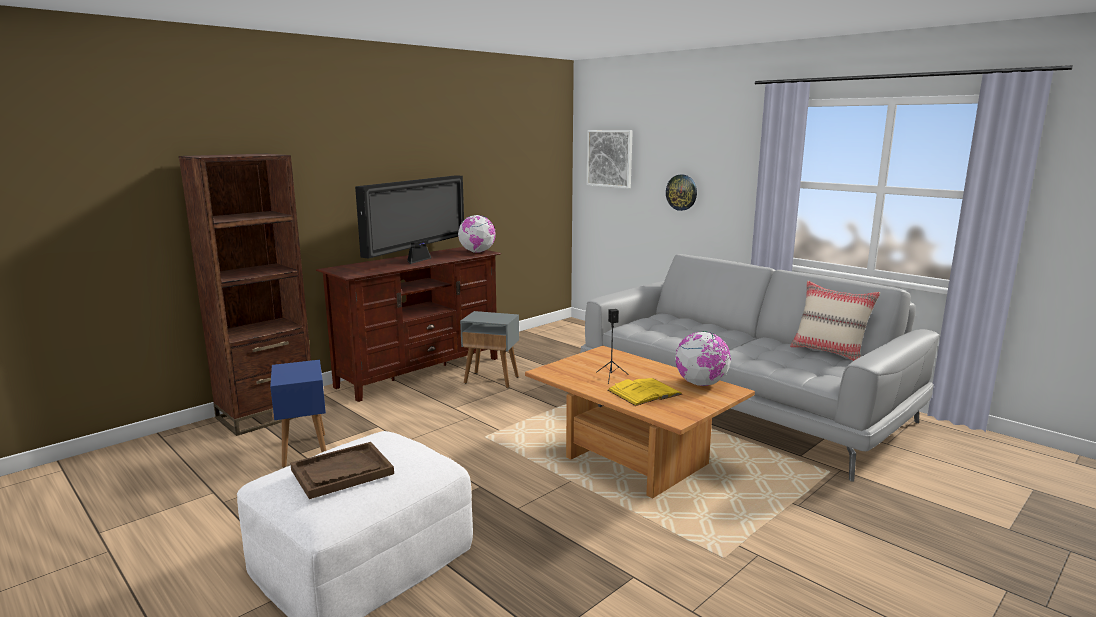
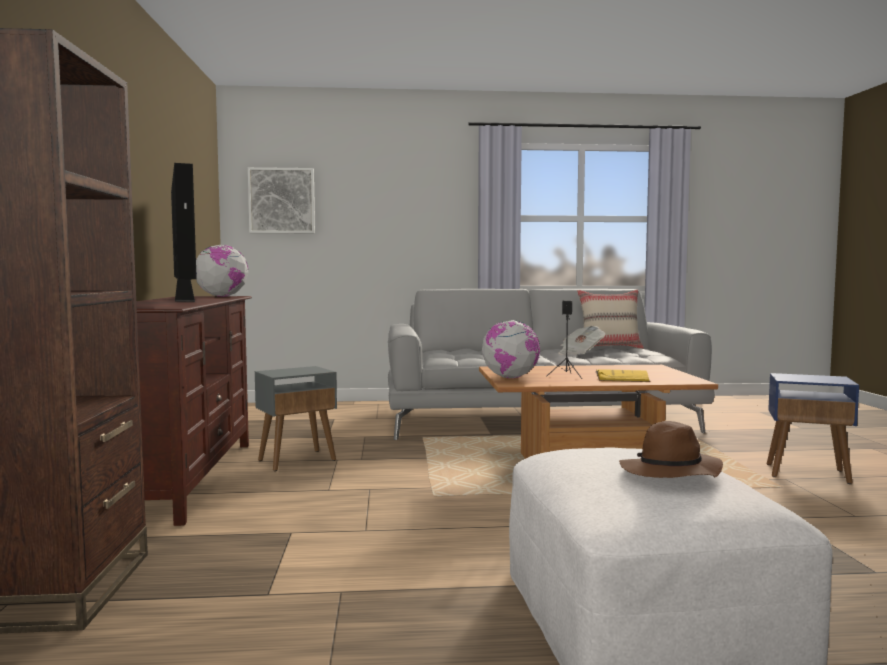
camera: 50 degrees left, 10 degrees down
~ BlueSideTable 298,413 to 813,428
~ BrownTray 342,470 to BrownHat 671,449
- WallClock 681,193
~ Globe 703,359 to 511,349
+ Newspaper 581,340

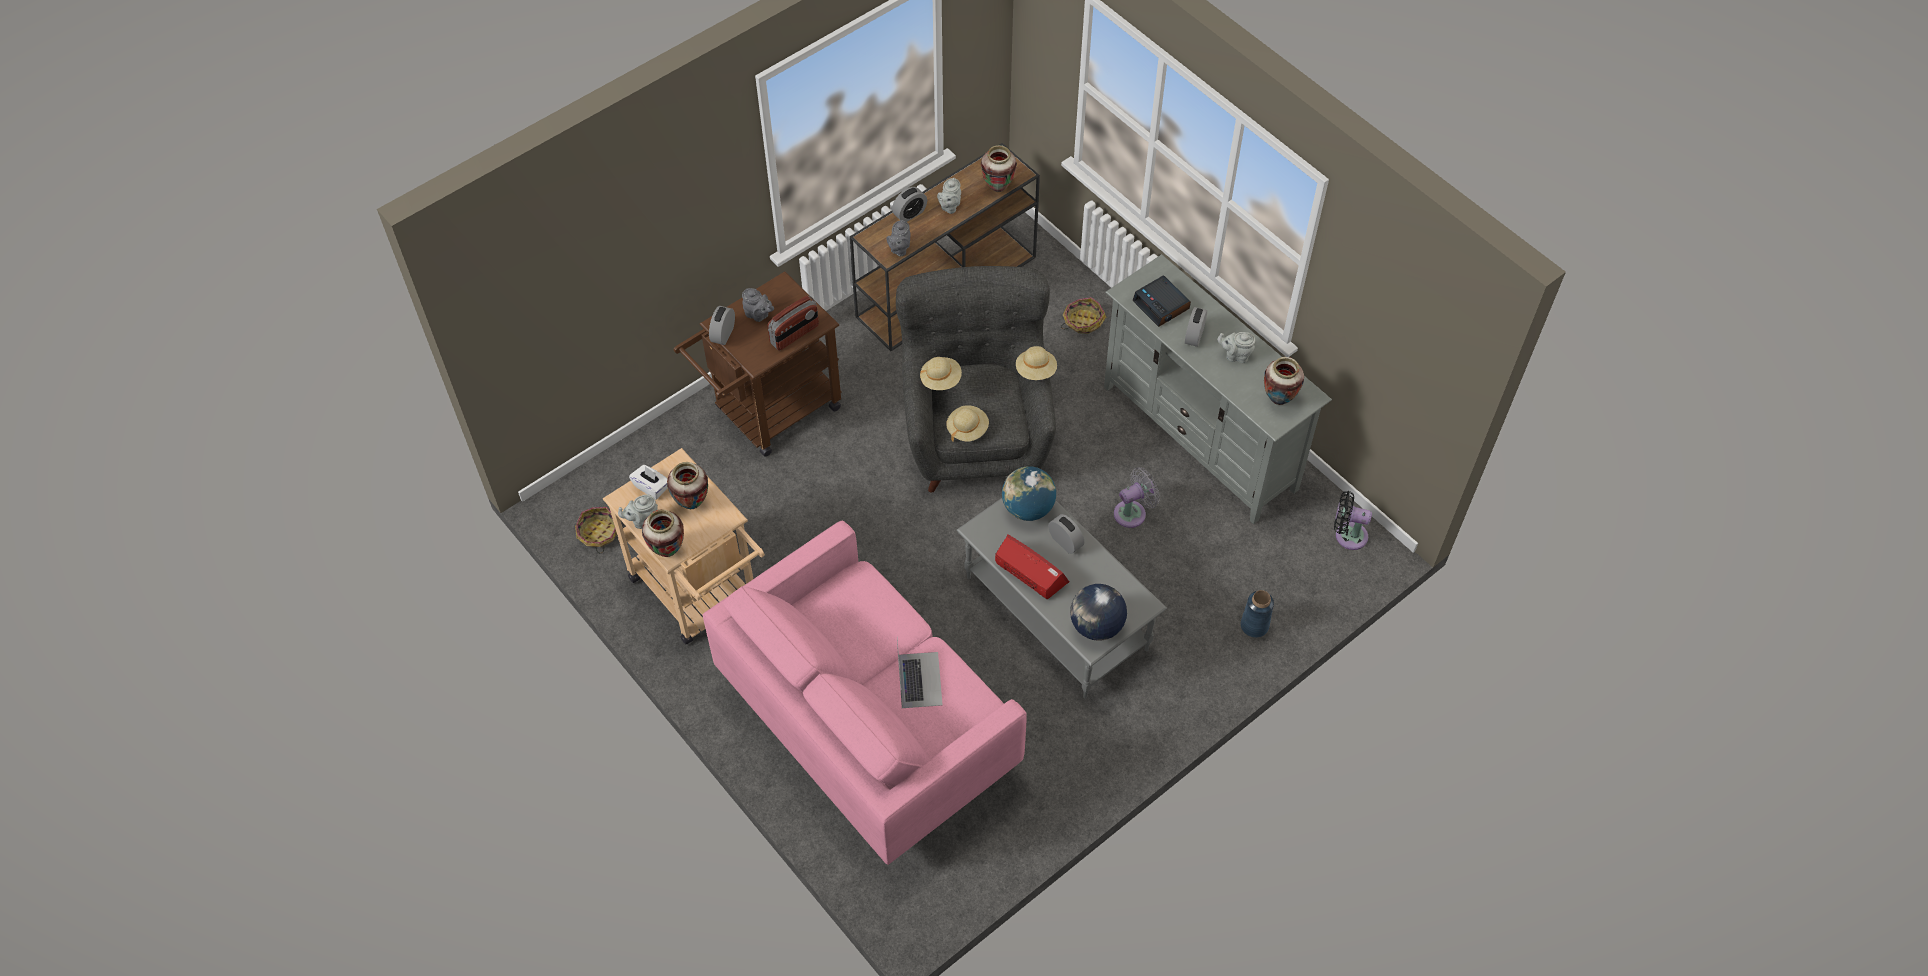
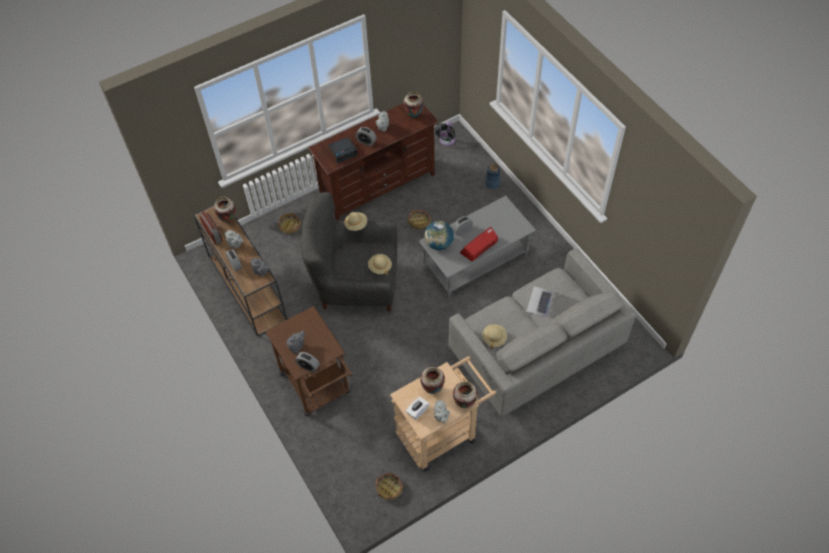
camera: 80 degrees left, 0 degrees up
~ PinkSofa 865,693 to GreySofa 542,332
~ Radio 793,323 to 211,228
~ Laptop 920,673 = 541,299 75 degrees counterclockwise
~ BeigeHat 941,373 to 494,336
- Globe 1098,612
~ GreyTvStand 1218,389 to BrownTvStand 373,162
~ GreyFan 1136,497 to Basket 419,220

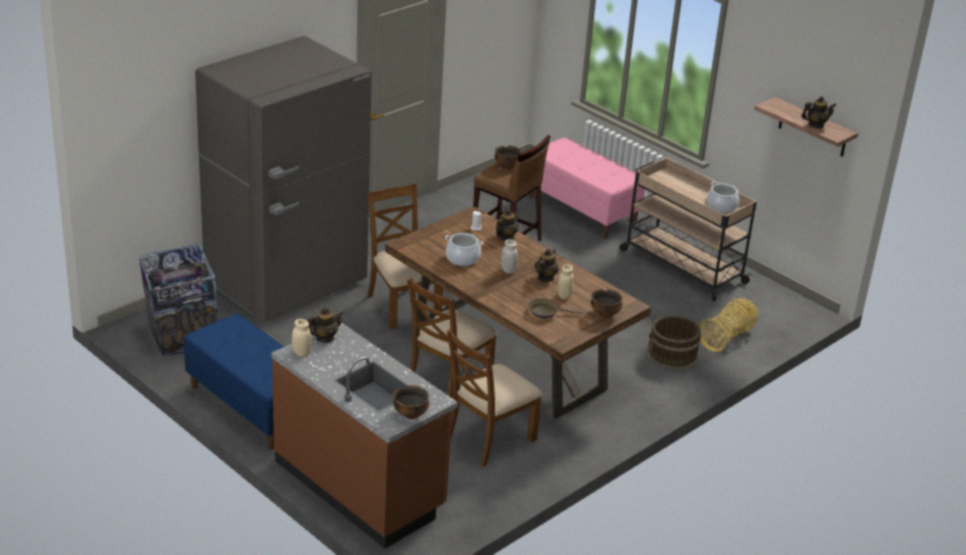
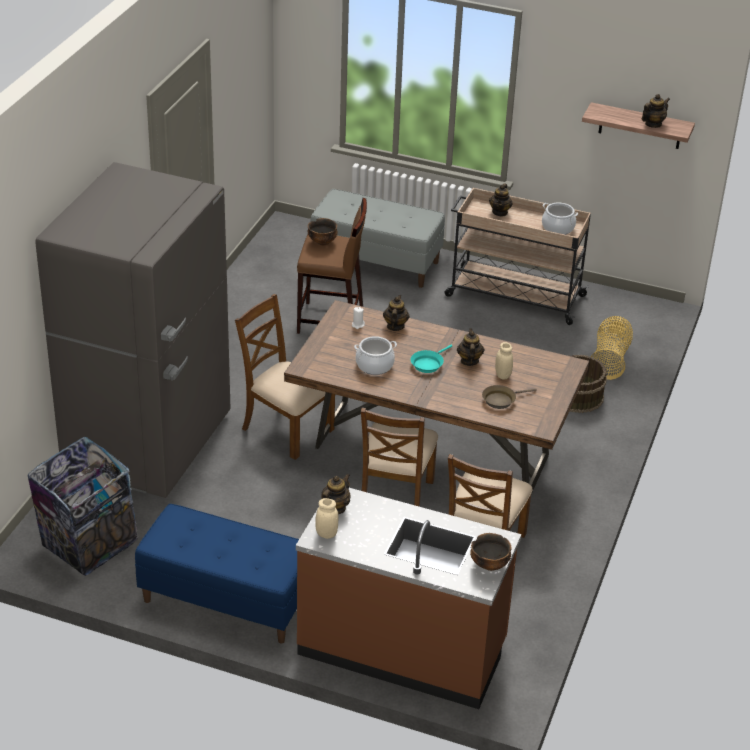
camera: 25 degrees left, 5 degrees up
~ WhiteJar 509,256 to TurquoiseFryingPan 432,358
~ PinkBench 587,188 to GreyBench 377,238
- Bowl 606,303
+ Teapot 501,199

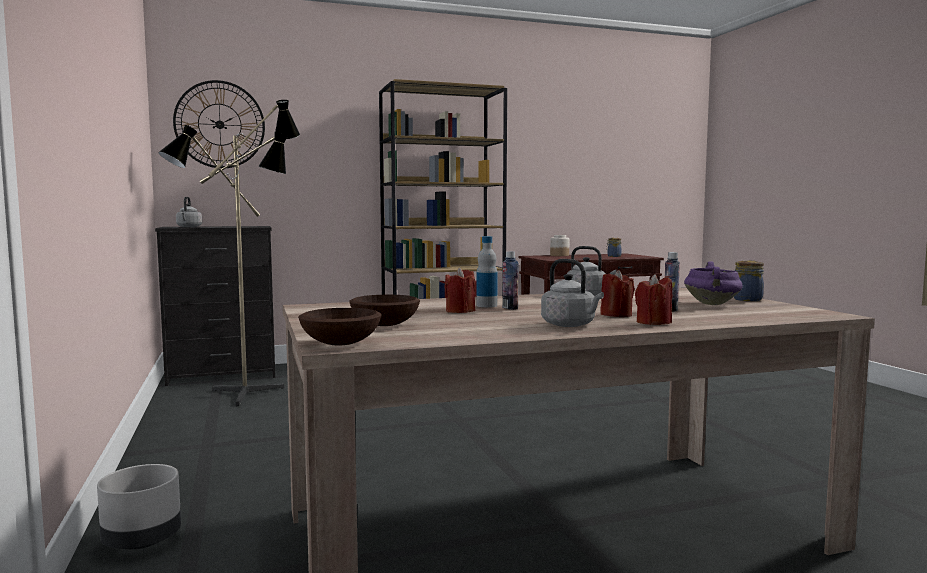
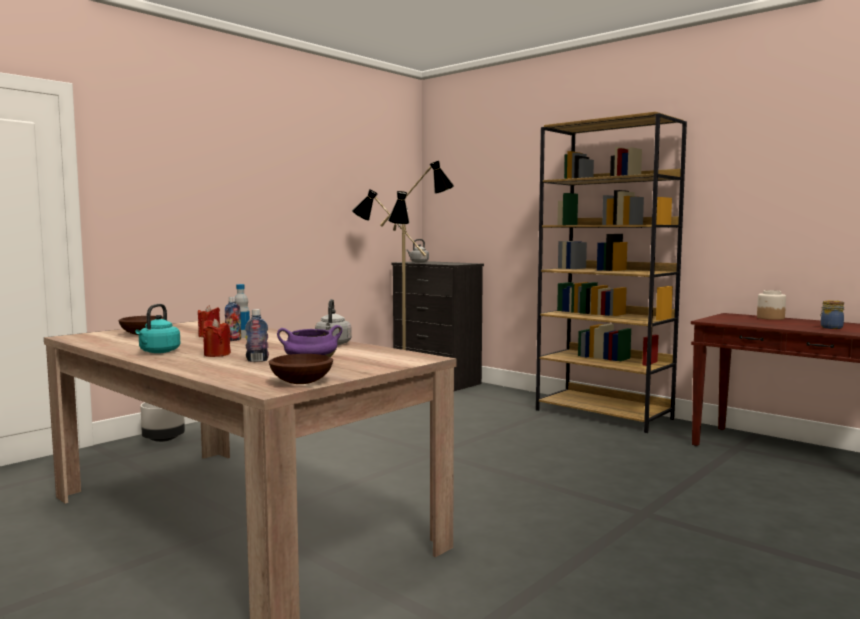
camera: 60 degrees right, 0 degrees up
- WallClock 219,124
~ BrownBowl 339,326 to 301,369
~ GreyKettle 572,293 to TurquoiseKettle 157,328
- RedCandle 653,299
- Jar 749,281

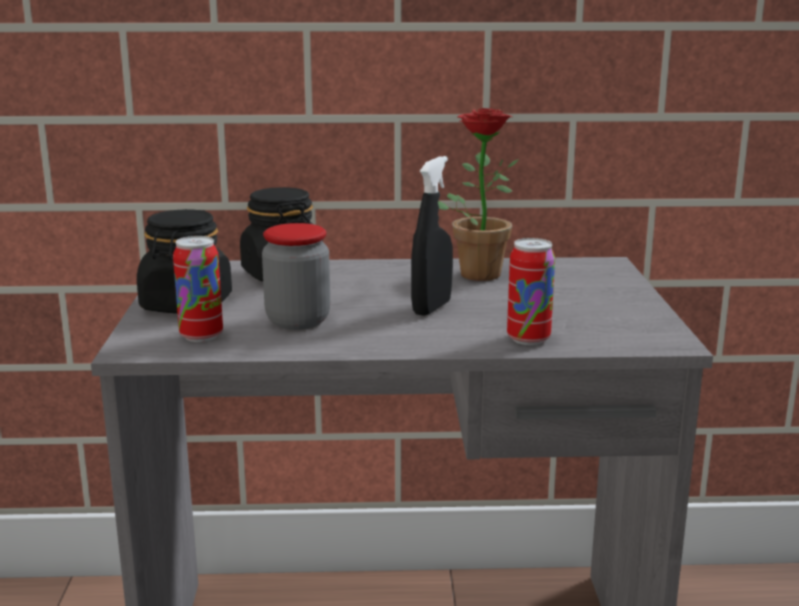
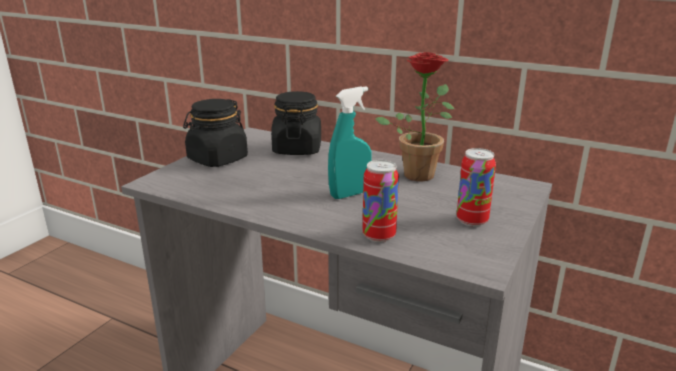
camera: 30 degrees right, 5 degrees up
~ Can 198,289 to 476,187
- Jar 296,276
~ BlackSprayBottle 432,236 to TurquoiseSprayBottle 350,142

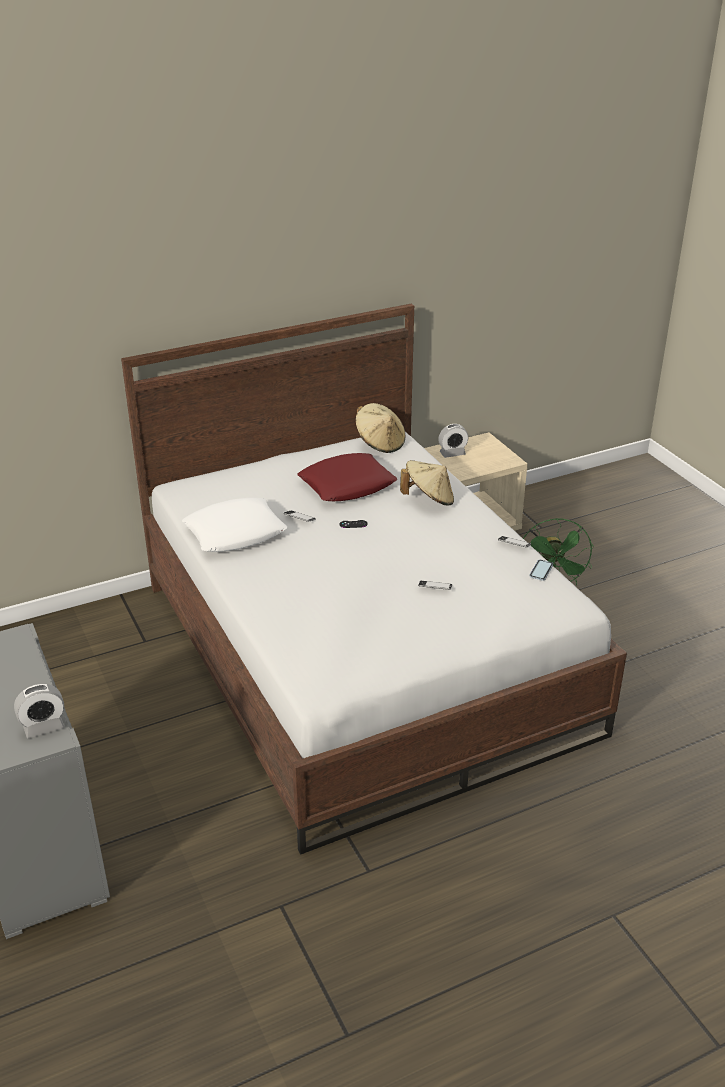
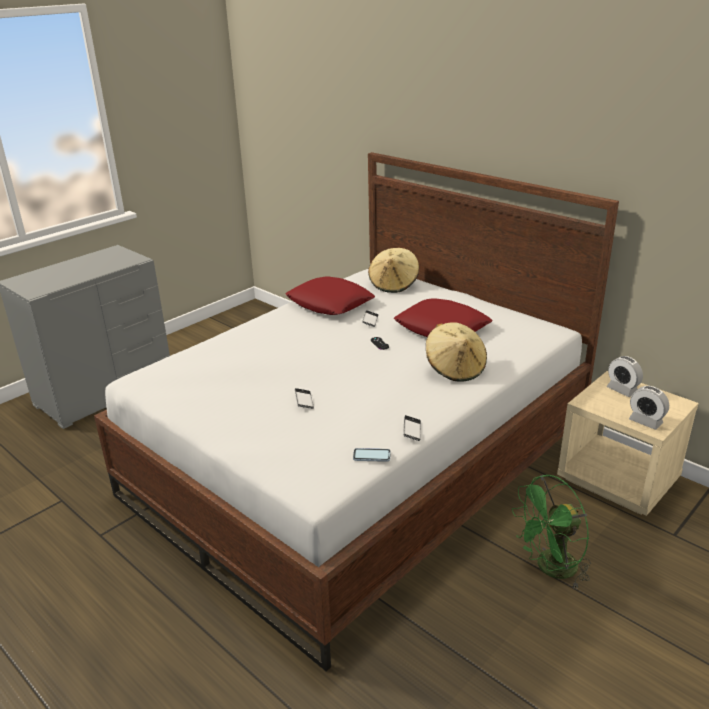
camera: 70 degrees right, 5 degrees down
~ AlarmClock 39,711 to 649,408
~ WhitePillow 234,525 to RedPillow 330,296
~ BeigeHat 380,428 to 393,270

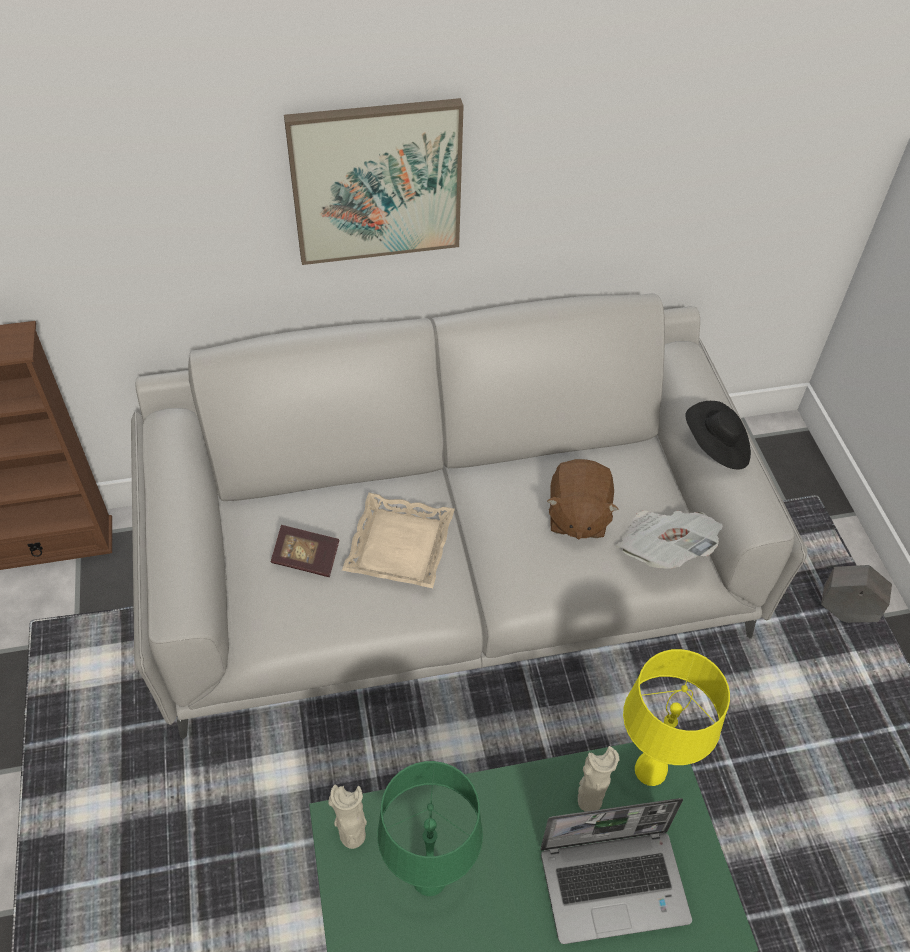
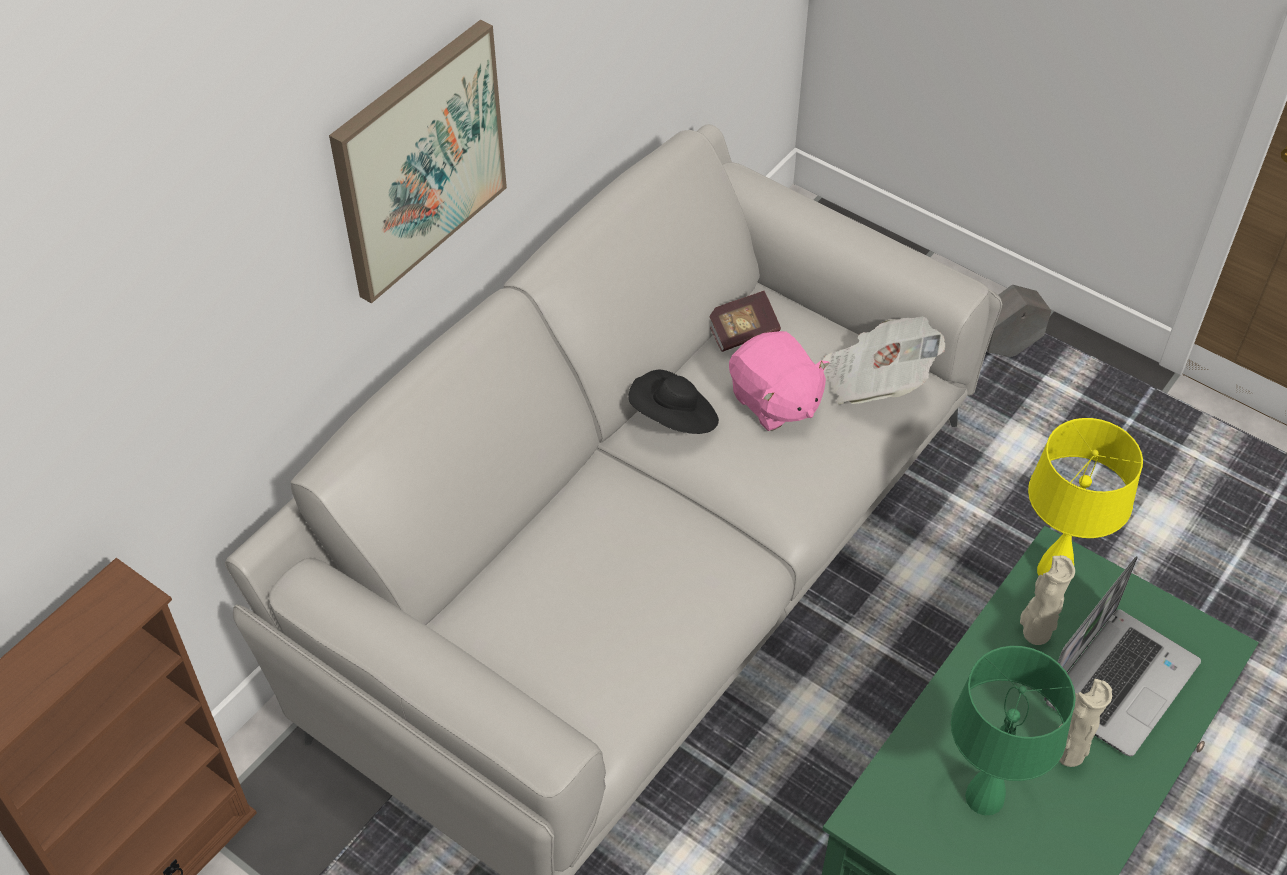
camera: 40 degrees left, 0 degrees up
~ Book 305,551 to 745,321
~ BeigeVase 347,816 to 1085,723
- BeigeTray 398,540
~ BrownPlushToy 583,499 to PinkPlushToy 779,381
~ BlackHat 718,435 to 673,401

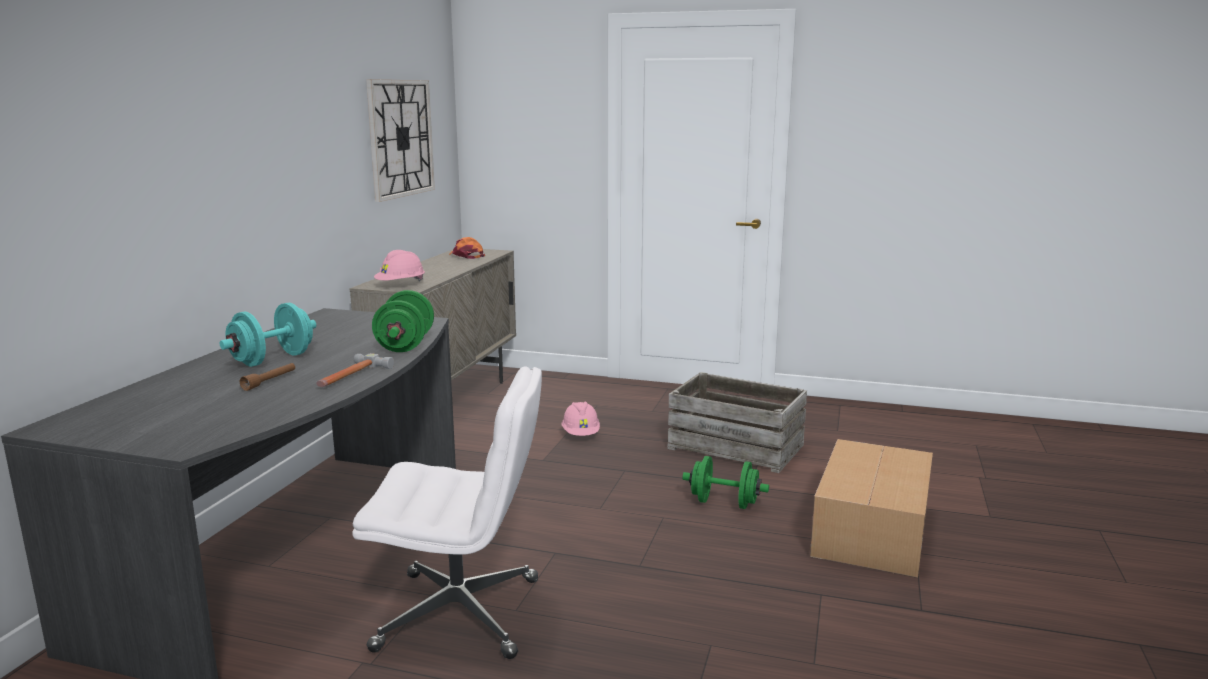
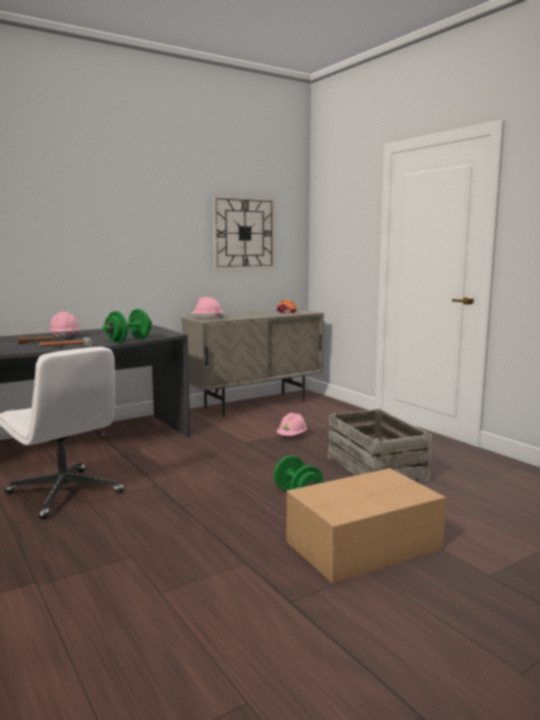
camera: 40 degrees right, 5 degrees down
~ TurquoiseDumbbell 268,335 to PinkHardHat 64,325

